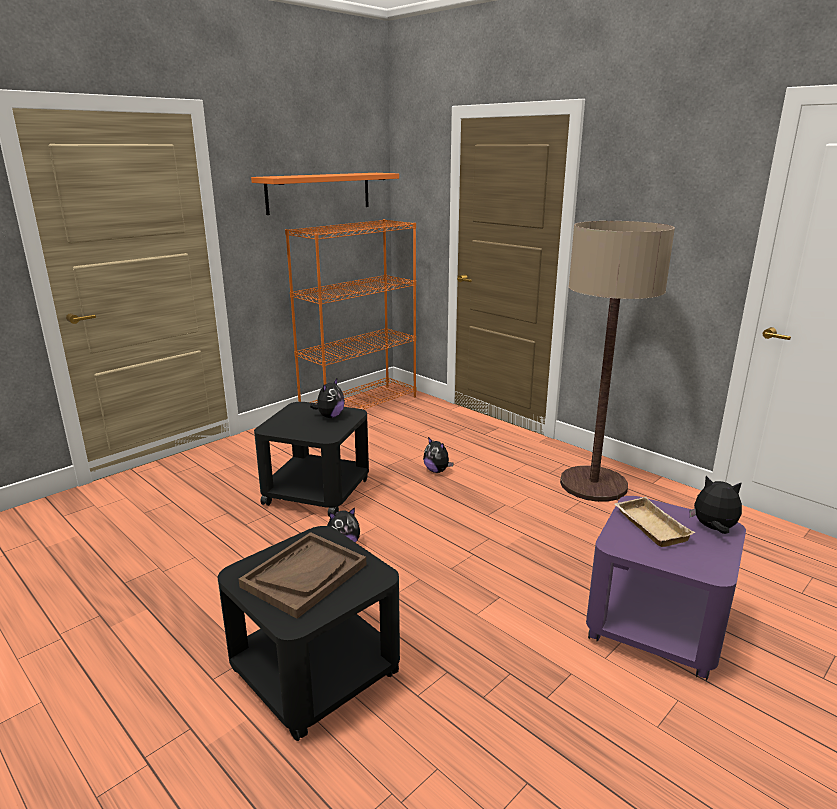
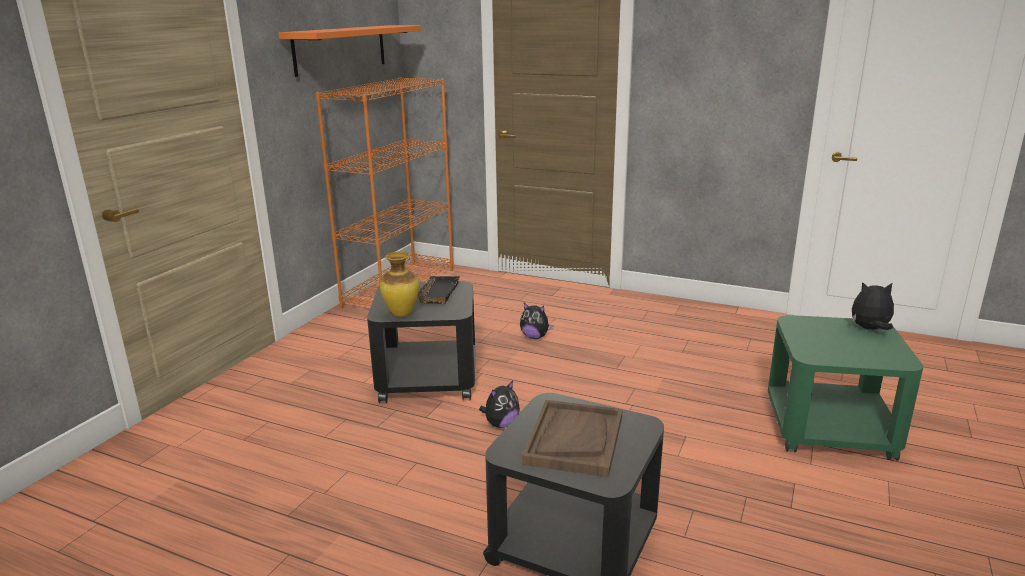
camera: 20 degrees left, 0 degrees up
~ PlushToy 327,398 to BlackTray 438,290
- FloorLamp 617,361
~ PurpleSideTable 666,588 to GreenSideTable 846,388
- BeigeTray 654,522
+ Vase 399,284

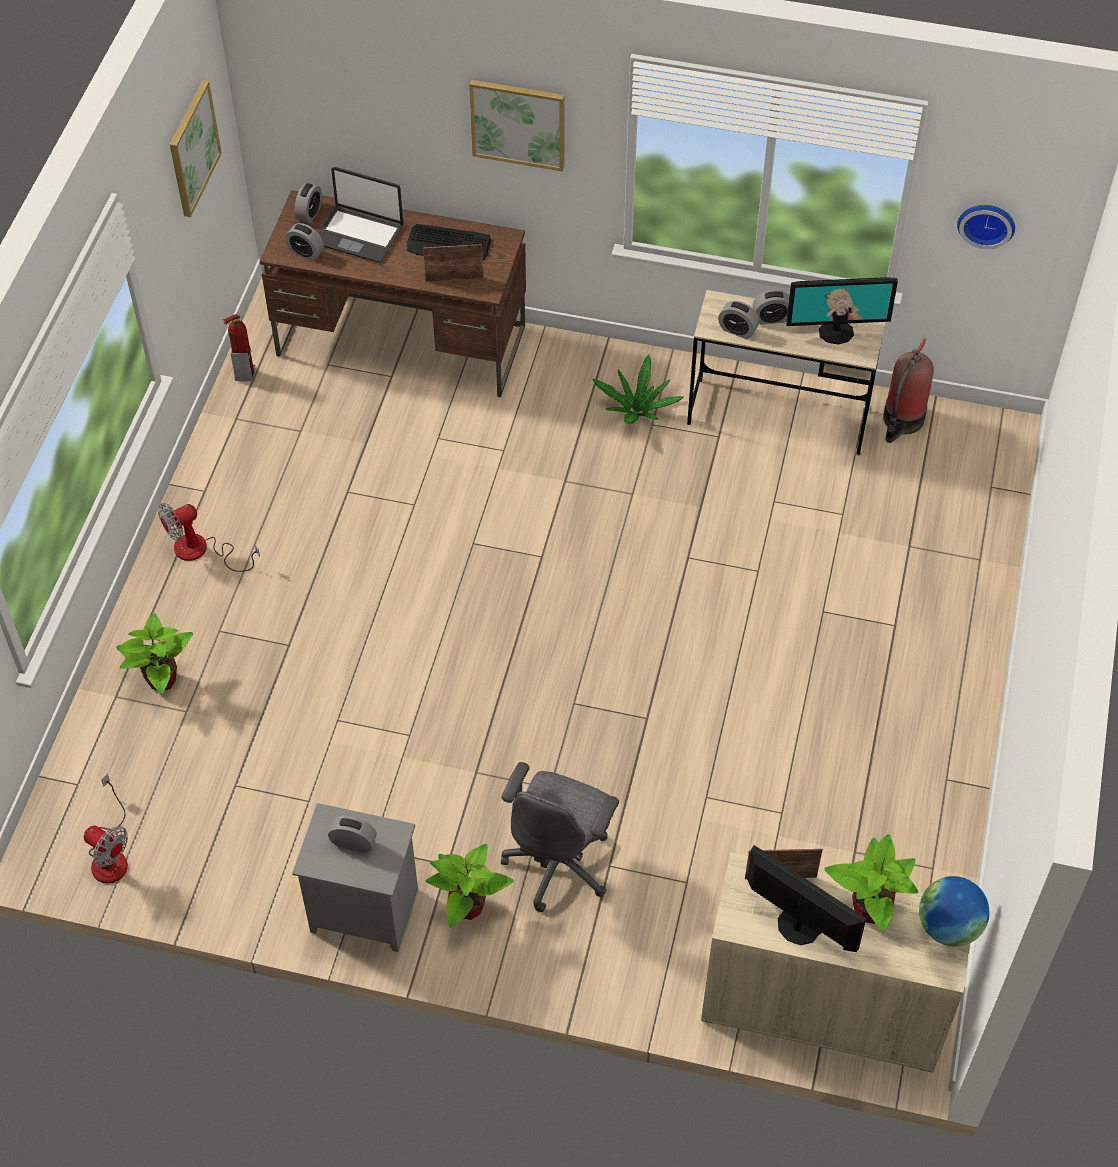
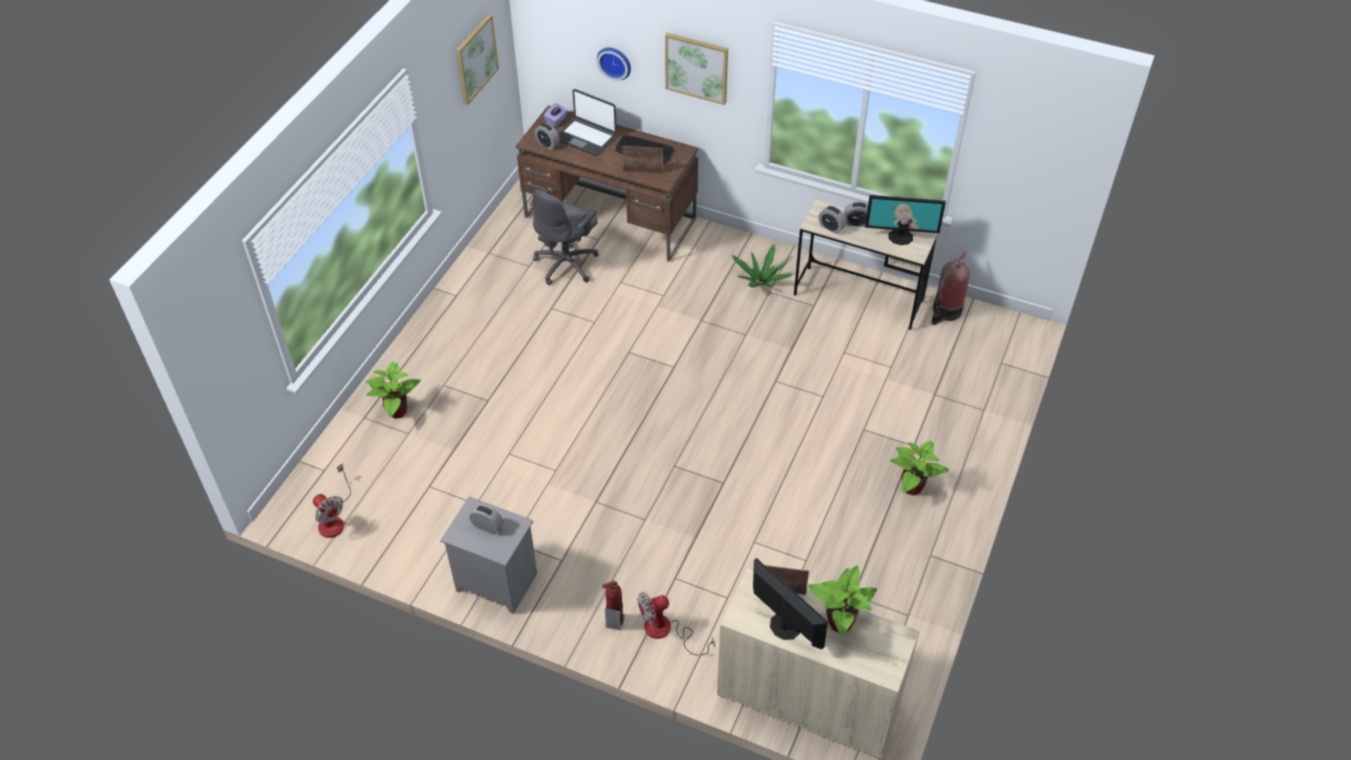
camera: 10 degrees right, 5 degrees down
~ Fan 209,537 to 676,623
~ FireExtinguisher 239,347 to 613,605
~ AlarmClock 308,203 to PurpleTissueBox 556,115
~ PottedPlant 469,886 to 919,468
~ GreyOfficeChair 560,837 to 564,236
- Globe 954,911
~ WallClock 986,227 to 614,64

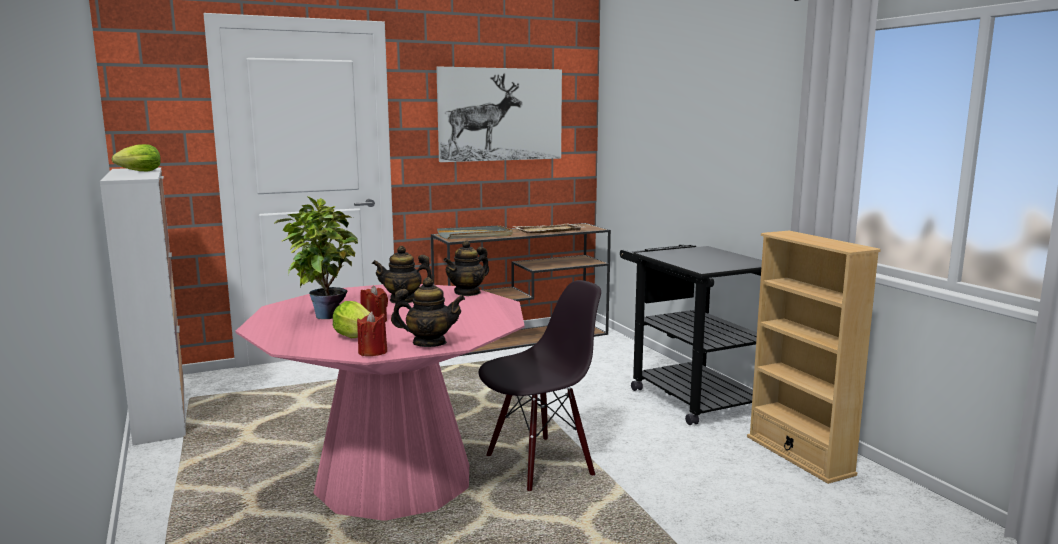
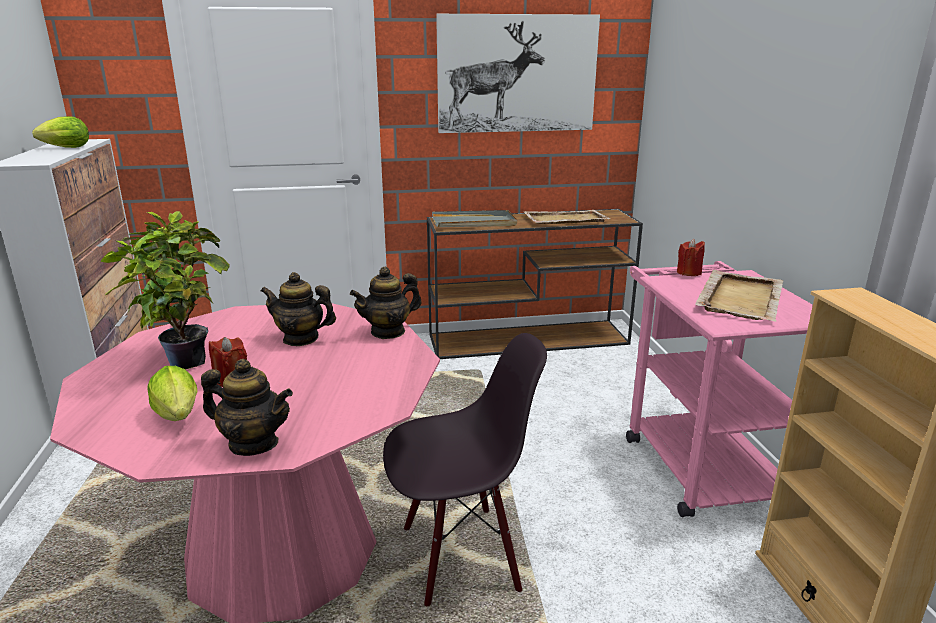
camera: 15 degrees right, 10 degrees up
~ RedCandle 372,333 to 691,257
~ BlackCart 691,335 to PinkCart 719,389
+ BeigeTray 739,295

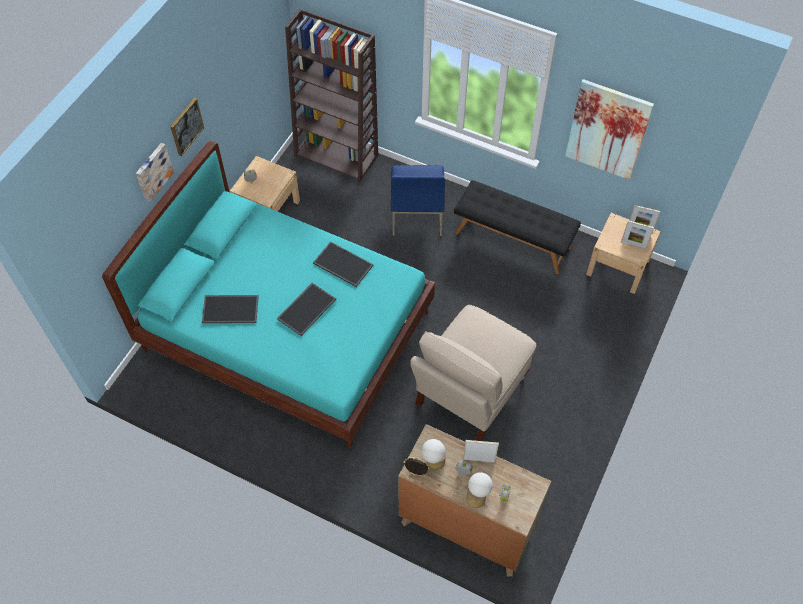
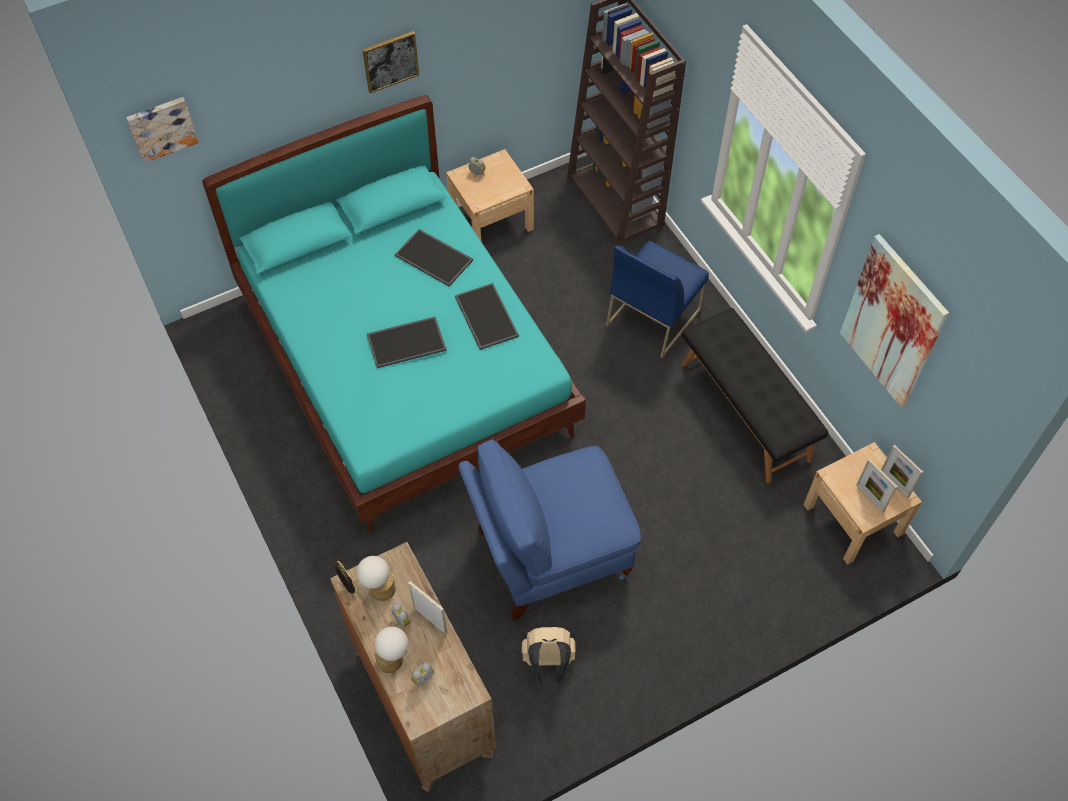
camera: 35 degrees right, 0 degrees up
~ Picture 155,173 to 162,130
~ Tray 230,309 to 434,258
~ BeigeChair 473,373 to BlueChair 549,530
+ BeigeBackpack 549,655

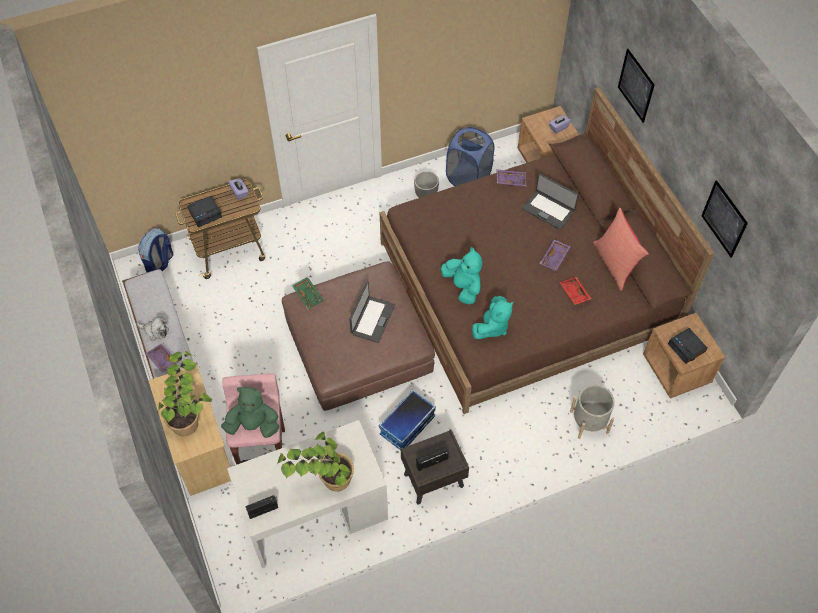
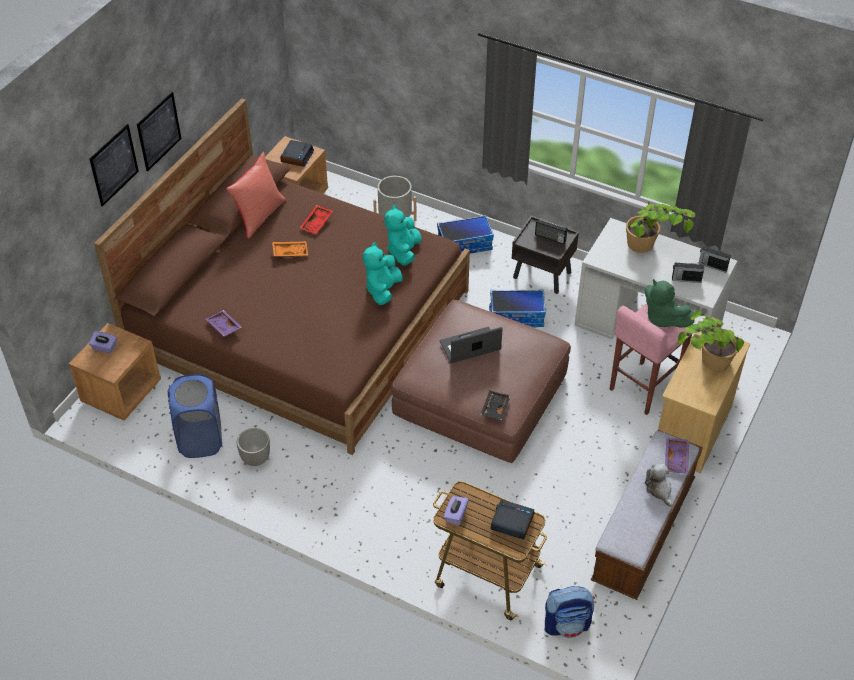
camera: 130 degrees left, 10 degrees down
~ GreenTray 308,293 to BlackTray 495,405
~ TurquoisePlushToy 492,317 = 403,235 75 degrees counterclockwise
- Laptop 550,201
~ PurpleTray 555,255 to OrangeTray 290,249
~ Picture 725,219 to 159,131
+ StorageBox 465,234
+ Radio 688,272

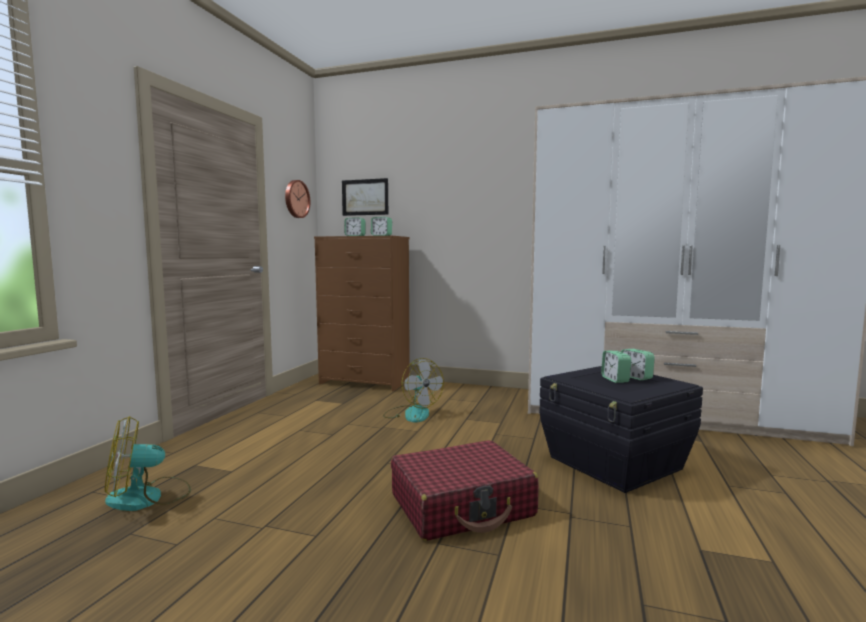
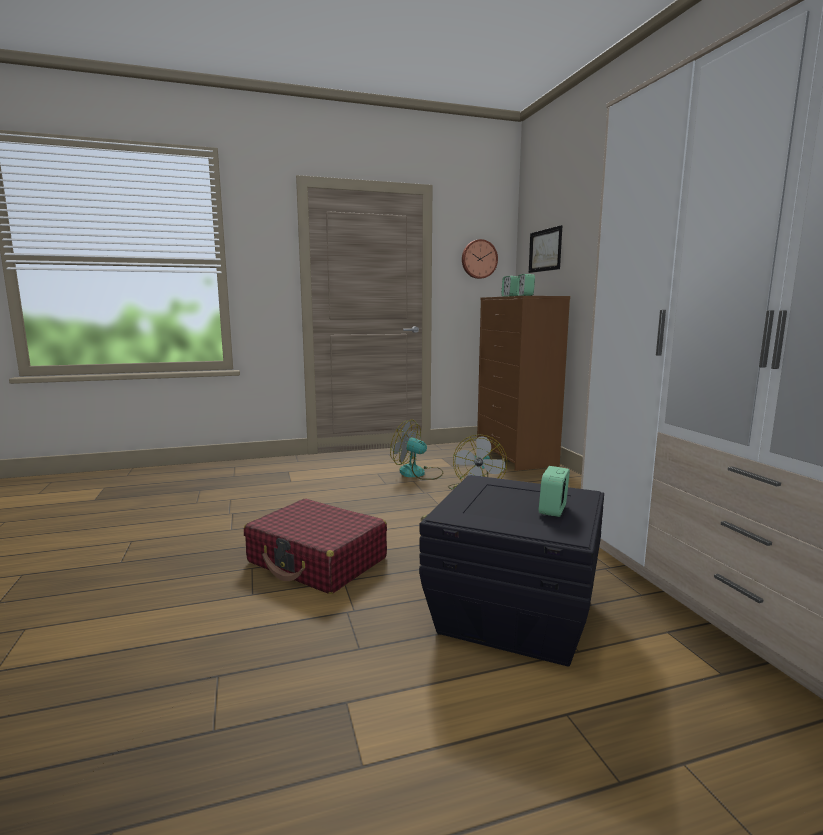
camera: 55 degrees right, 5 degrees up
~ Fan 148,463 to 416,450
- AlarmClock 616,367

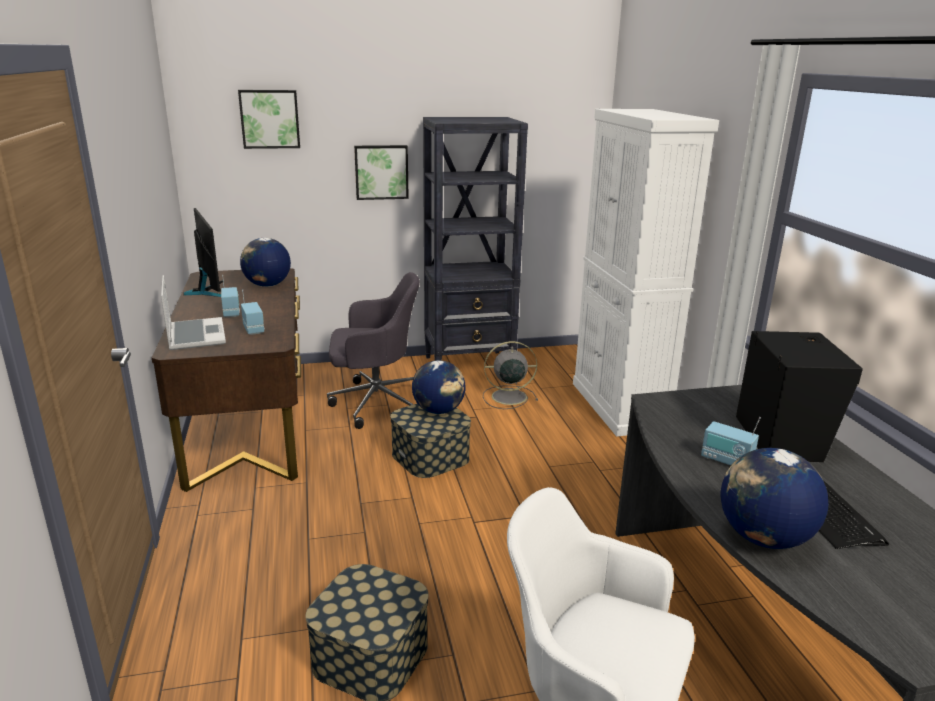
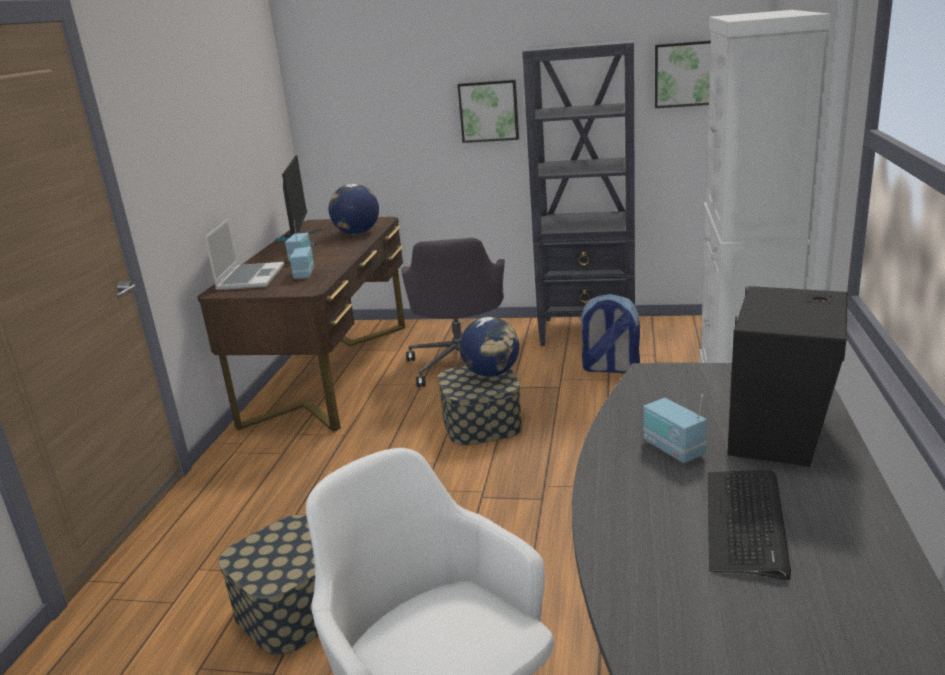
camera: 25 degrees right, 0 degrees up
~ Picture 269,119 to 683,74
~ GreyOfficeChair 373,350 = 453,312 75 degrees clockwise
~ GreyFan 510,375 to Backpack 609,334
- Globe 774,498

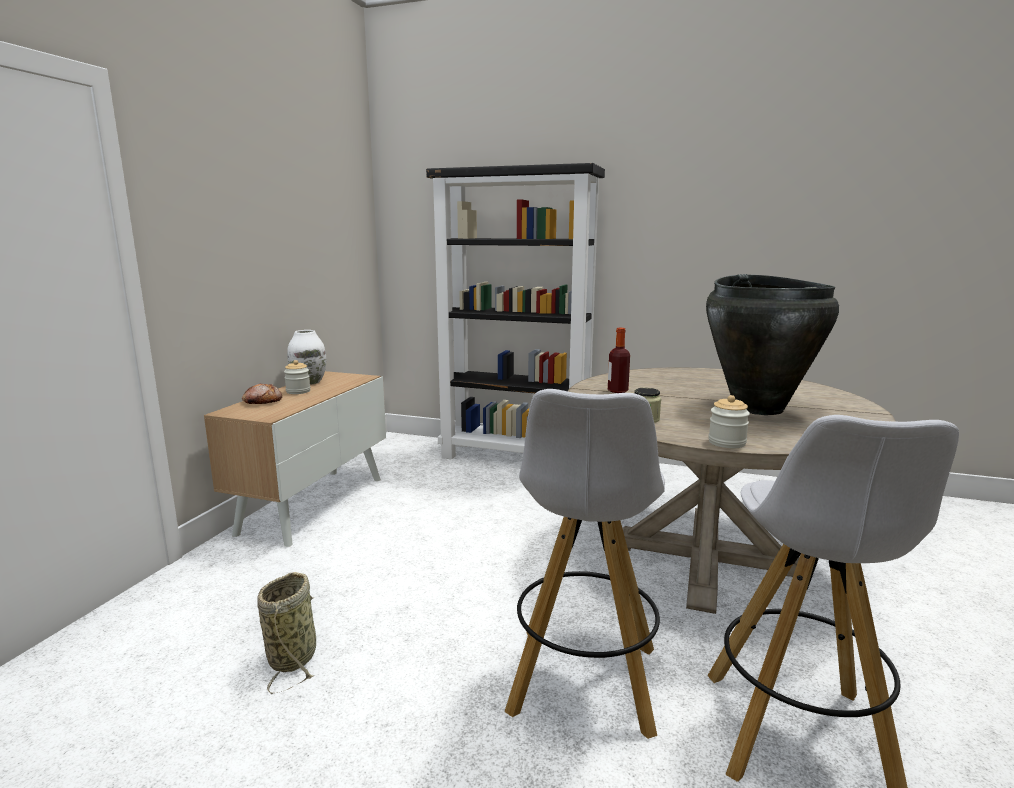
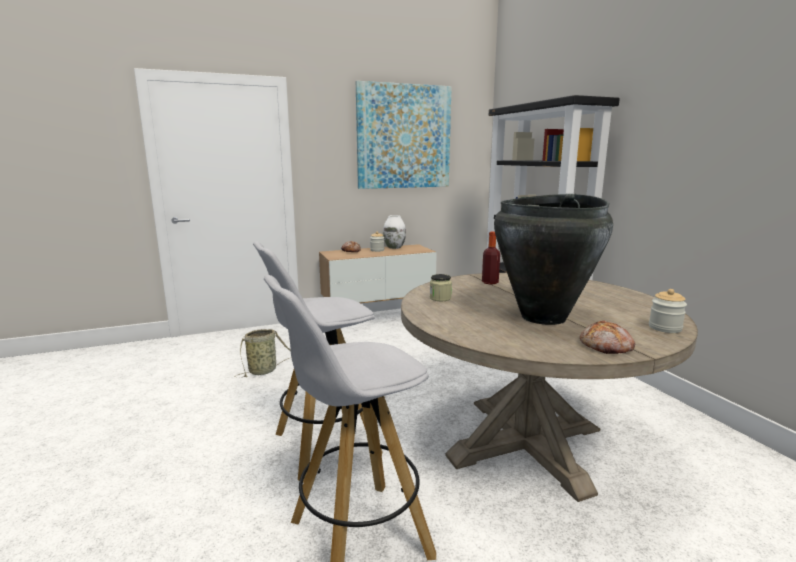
camera: 50 degrees right, 0 degrees up
~ Jar 729,421 to 668,311
+ Picture 404,135
+ Bread 607,337

